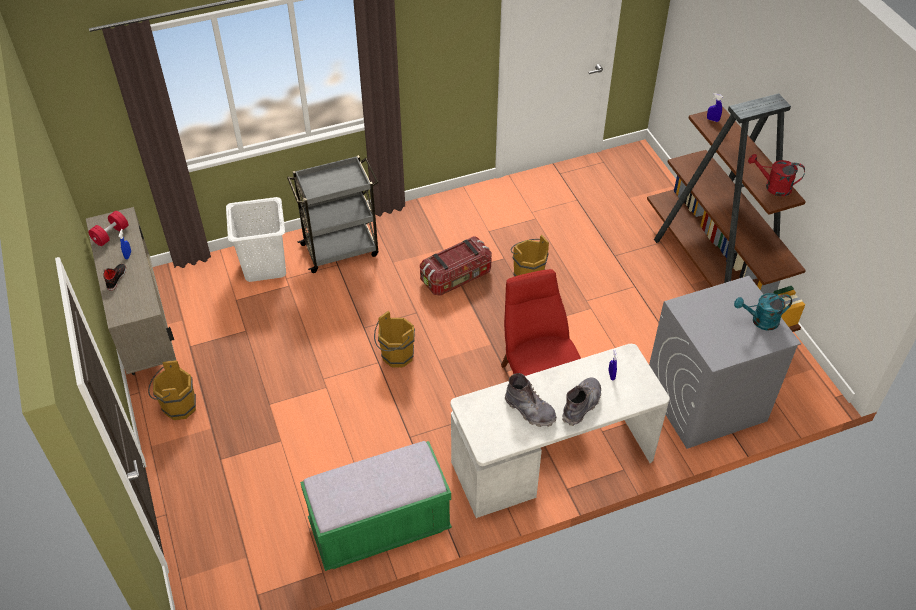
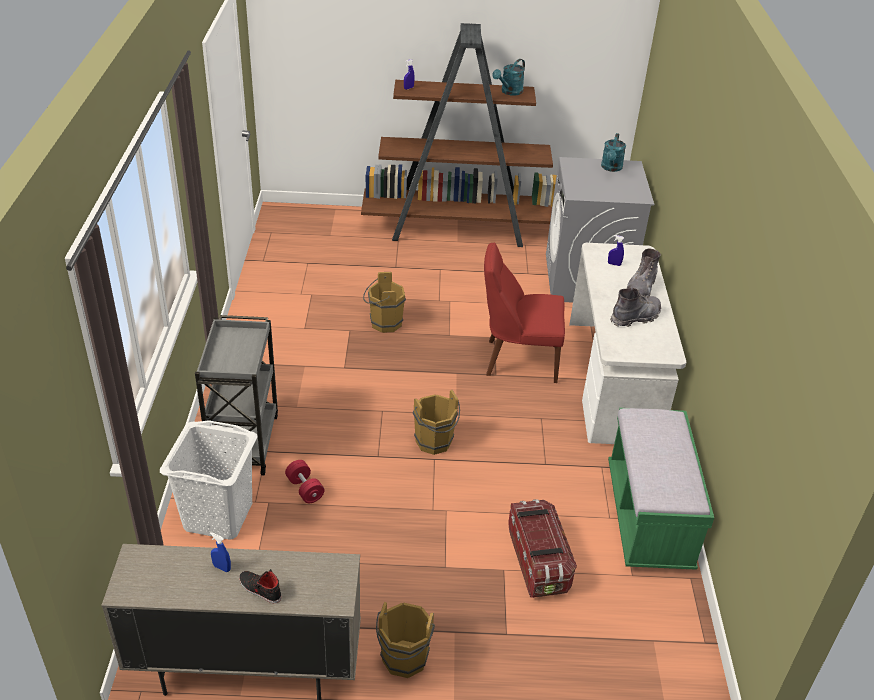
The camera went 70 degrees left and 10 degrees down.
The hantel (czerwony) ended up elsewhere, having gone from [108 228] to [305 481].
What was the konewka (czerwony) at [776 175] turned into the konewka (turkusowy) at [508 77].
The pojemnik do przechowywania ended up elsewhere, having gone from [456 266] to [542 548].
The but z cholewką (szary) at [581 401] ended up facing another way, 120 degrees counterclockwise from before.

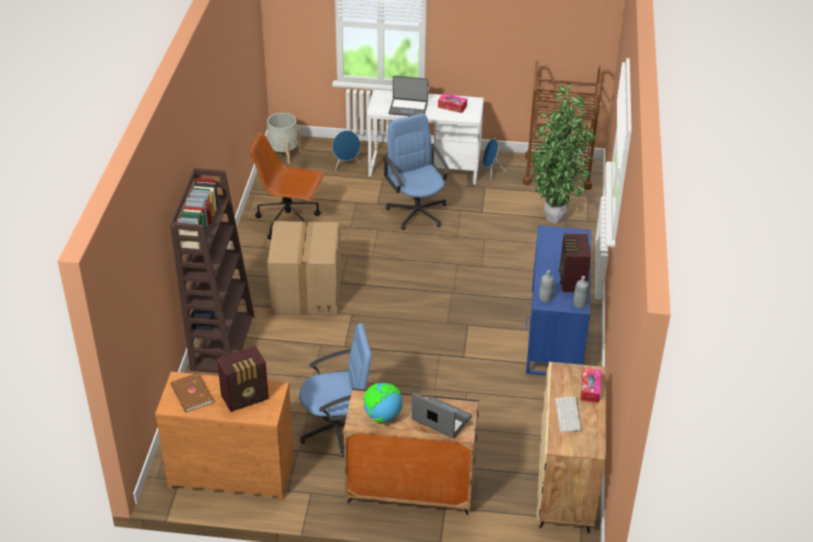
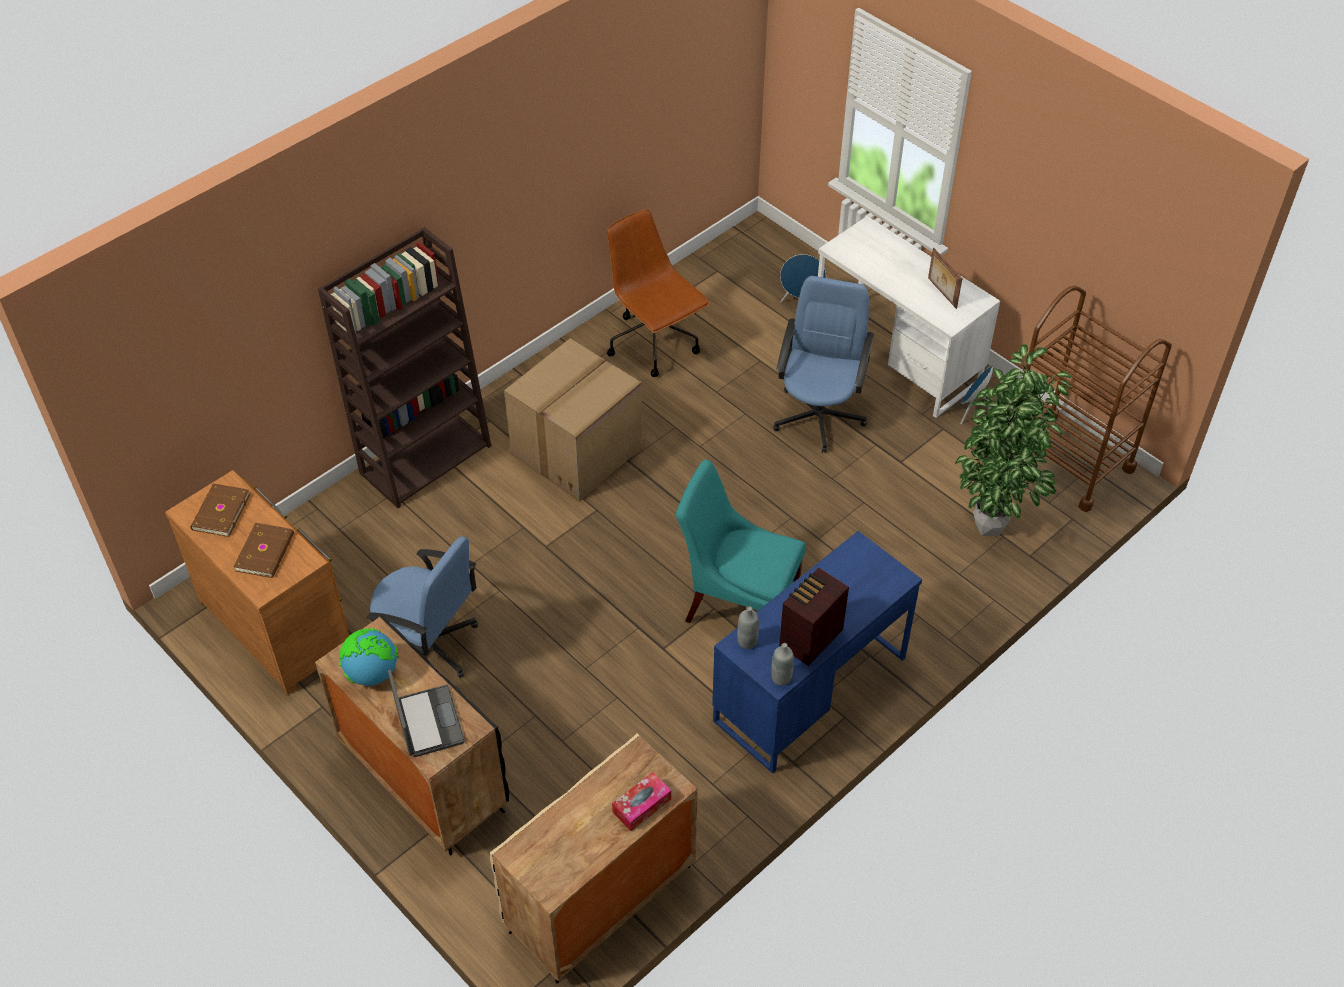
The camera went 40 degrees right and 10 degrees up.
Where the radio stood at [243 379], the książka (brązowy) came to stand at [264 550].
The second view gained the krzesło (turkusowy) at [741 541].
Where the pudełko chusteczek stood at [452 103], the ramka na zdjęcie came to stand at [945 278].
The second view lost the donica (szary) at [283 138].
The second view lost the laptop at [409 96].
The second view lost the klawiatura at [568 414].

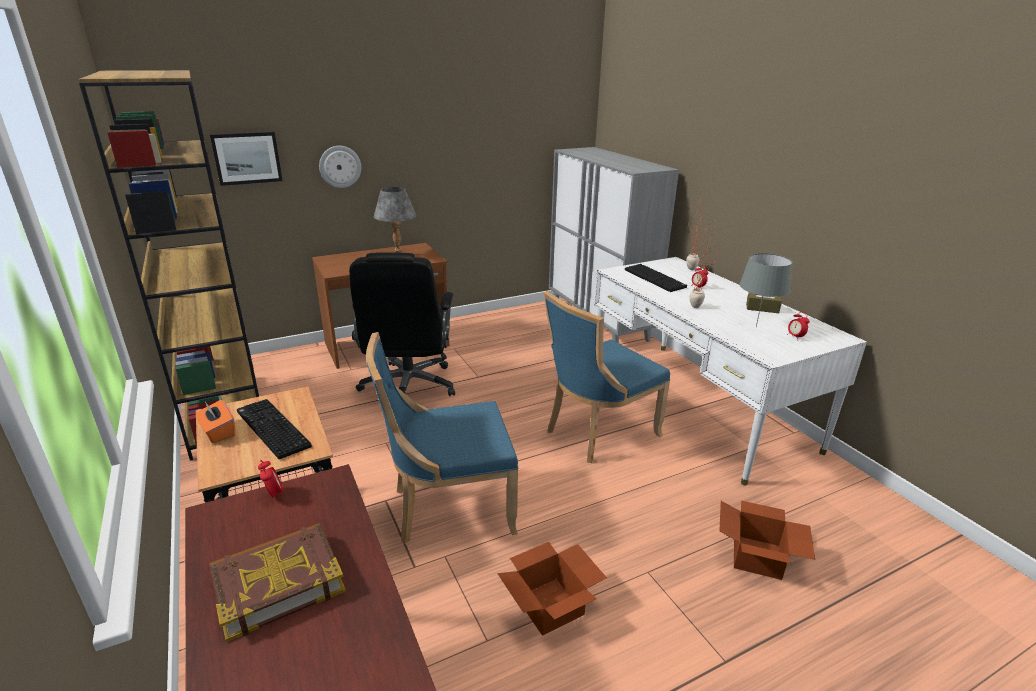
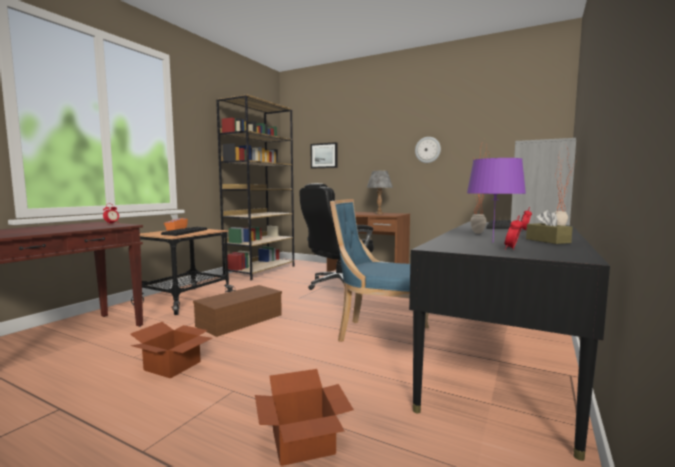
The camera went 55 degrees right and 20 degrees down.
Where the krzesło (niebieski) stood at [442 438], the pojemnik do przechowywania (brązowy) came to stand at [237 311].
What was the biurko (biały) at [730 371] turned into the biurko (czarny) at [509 341].
The zegar ścienny ended up elsewhere, having gone from [340 167] to [428 150].
What was the lampa stołowa (szary) at [765 290] turned into the lampa stołowa (fioletowy) at [496 199].
The second view lost the książka at [277 582].

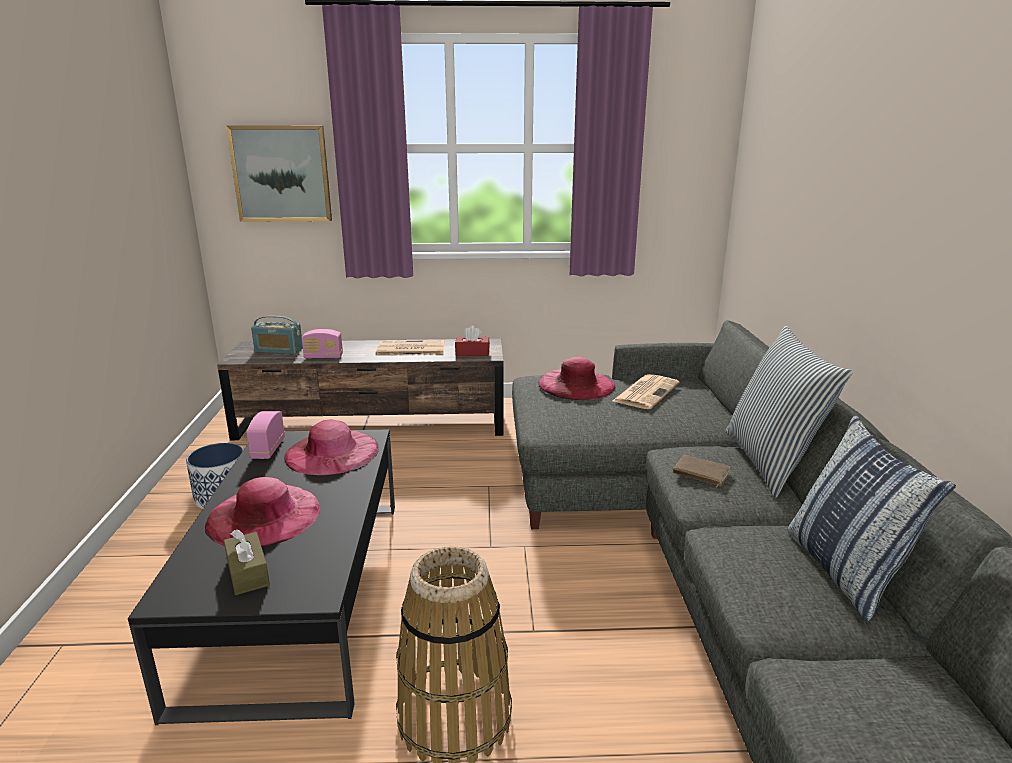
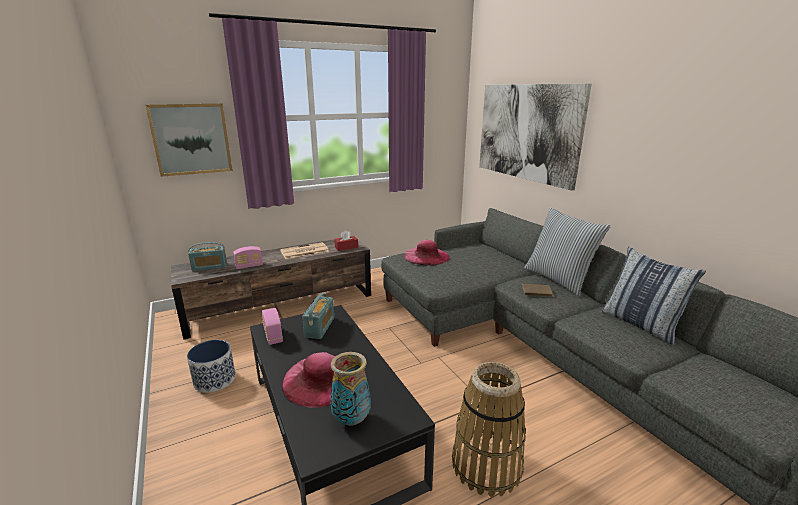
The camera went 25 degrees left and 0 degrees up.
Where the kapelusz (różowy) stood at [331 447], the radio came to stand at [318 316].
Where the pudełko chusteczek (brązowy) stood at [247 562], the wazon came to stand at [350 389].
The second view gained the obraz at [535 137].
The second view lost the gazeta at [646 391].

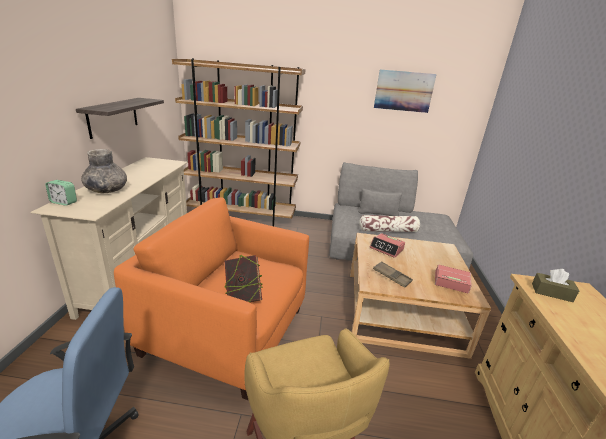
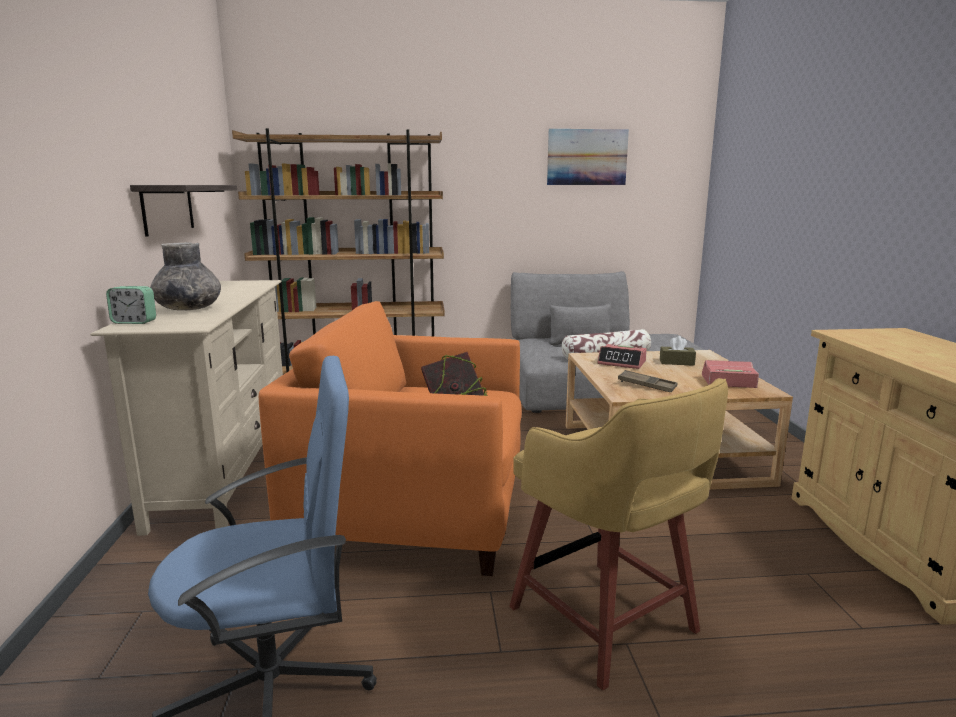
The camera went 10 degrees left and 10 degrees down.
The pudełko chusteczek (brązowy) ended up elsewhere, having gone from [555 285] to [678 351].

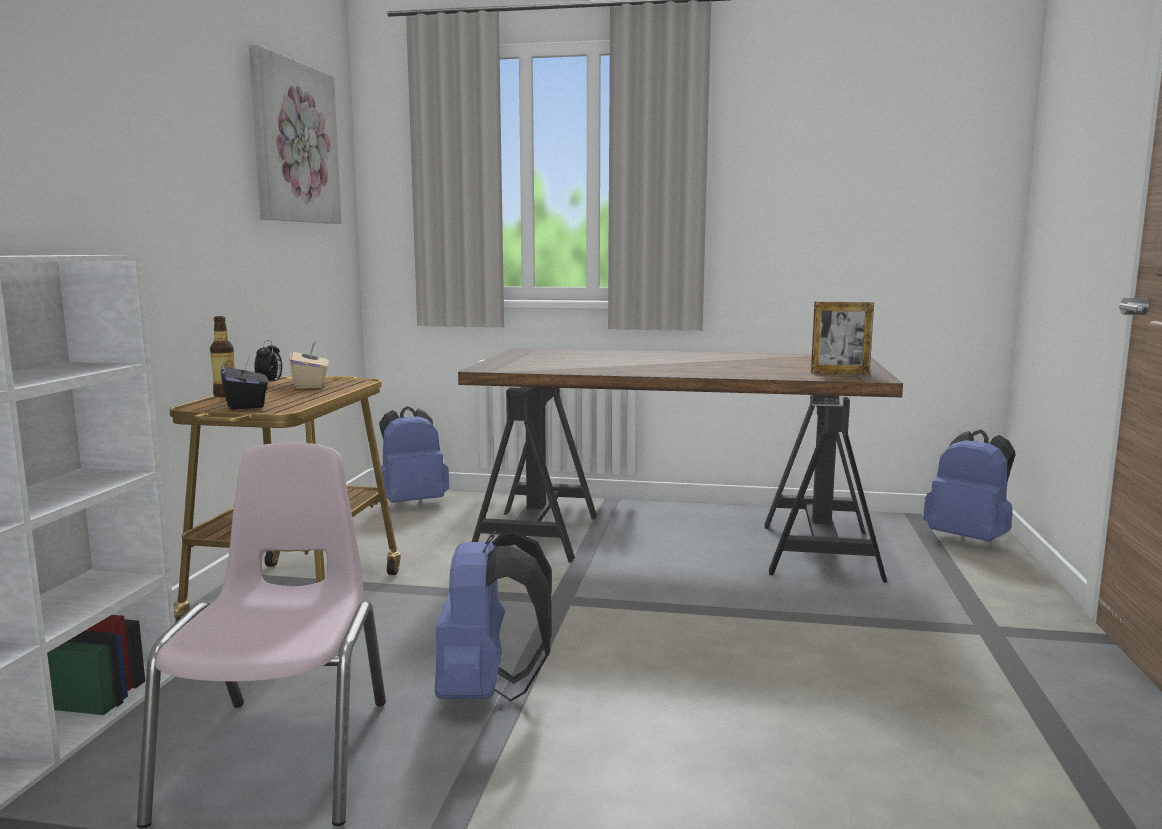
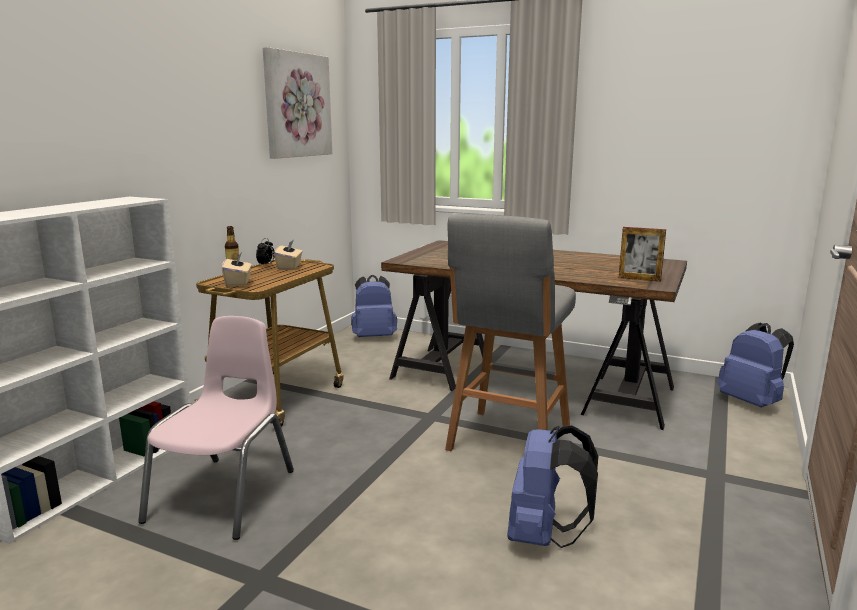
The camera went 15 degrees right and 5 degrees up.
What was the pudełko chusteczek (czarny) at [244 382] turned into the pudełko chusteczek (beżowy) at [237 269].
The second view gained the stołek (szary) at [510 332].
The plecak (niebieski) ended up elsewhere, having gone from [493 616] to [553 486].

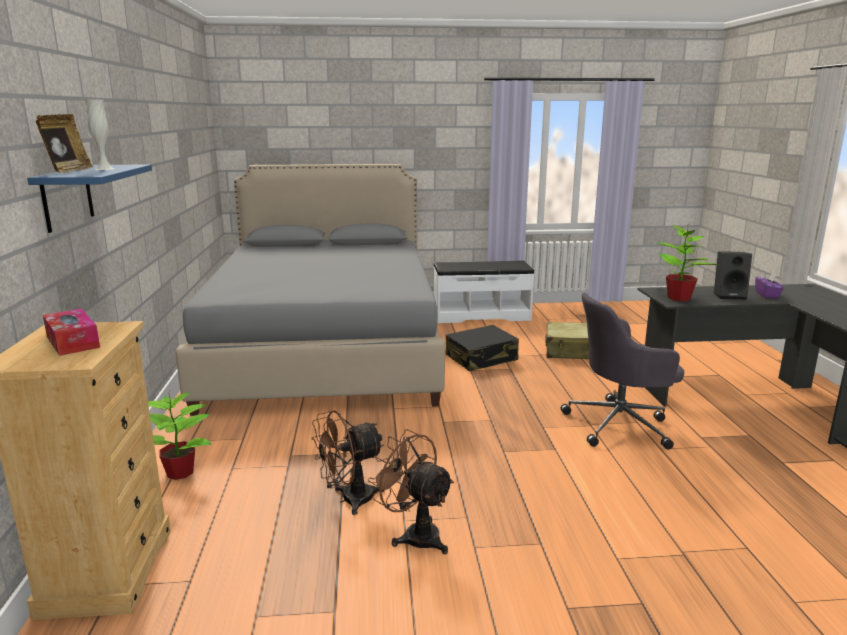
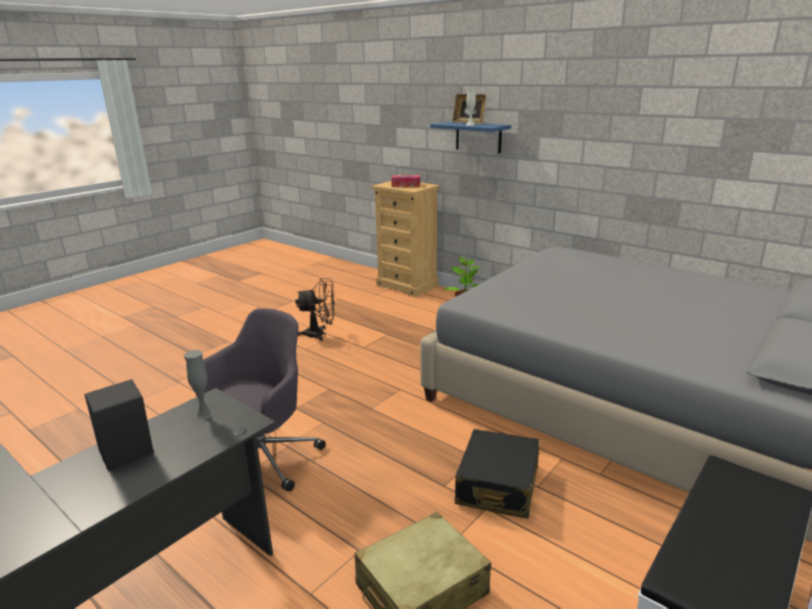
The camera went 135 degrees right and 5 degrees up.
Where the roślina doniczkowa stood at [687 262], the wazon (szary) came to stand at [199 385].
The second view lost the wentylator (brązowy) at [348 462].
The second view lost the pudełko chusteczek (fioletowy) at [769 285].

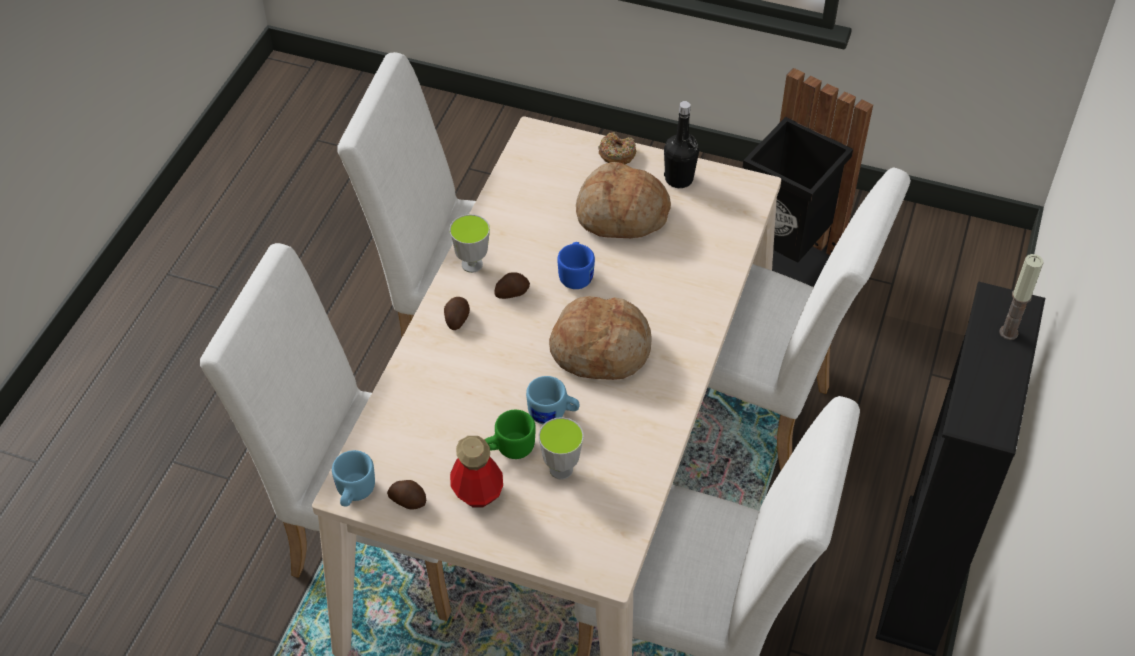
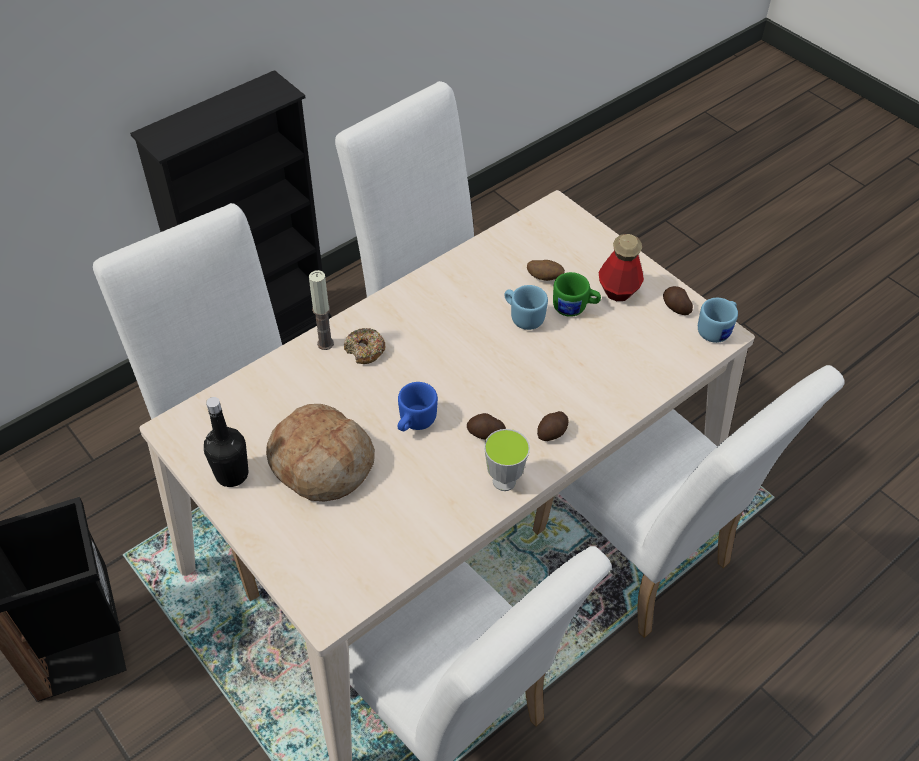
The camera went 150 degrees left and 0 degrees up.
The świeca ended up elsewhere, having gone from [1021 297] to [321 310].
The donut ended up elsewhere, having gone from [617 148] to [365 346].
Where the filiżanka stood at [561 448], the ziemniak came to stand at [546 270].
The second view lost the chleb at [600 338].

